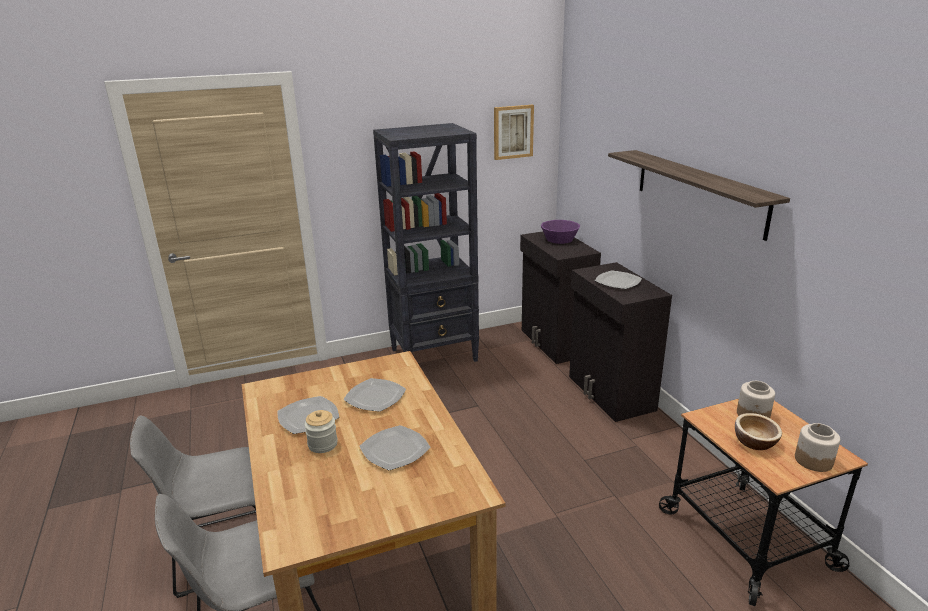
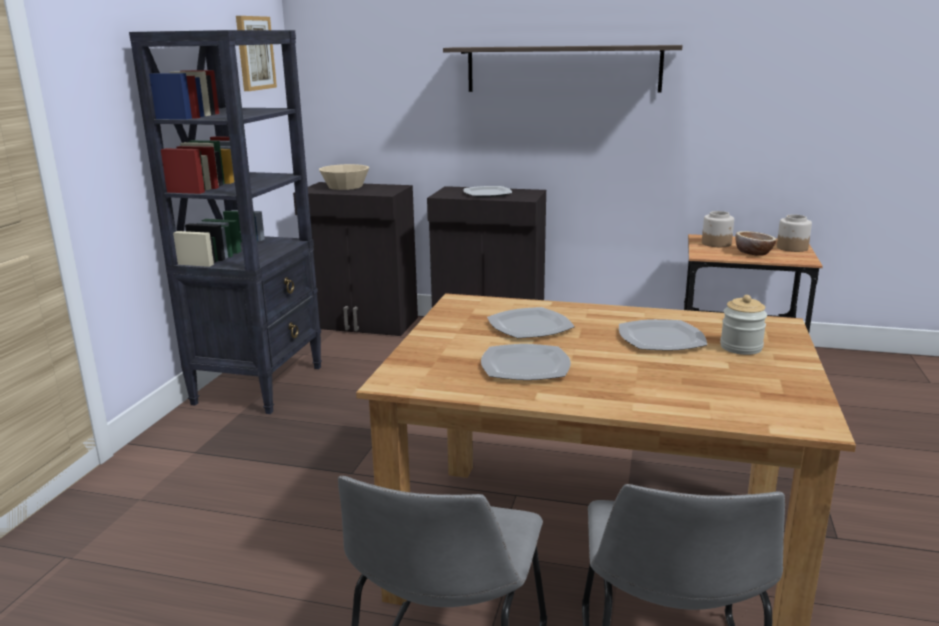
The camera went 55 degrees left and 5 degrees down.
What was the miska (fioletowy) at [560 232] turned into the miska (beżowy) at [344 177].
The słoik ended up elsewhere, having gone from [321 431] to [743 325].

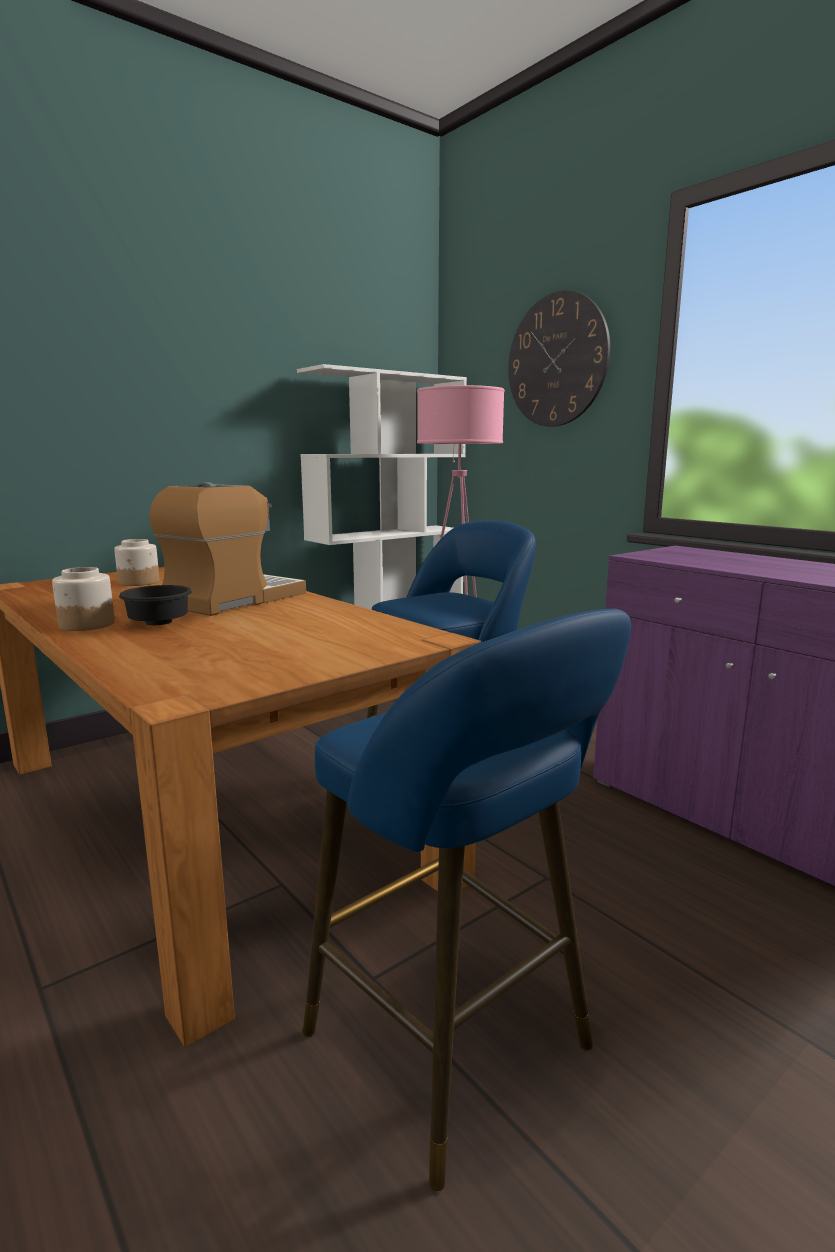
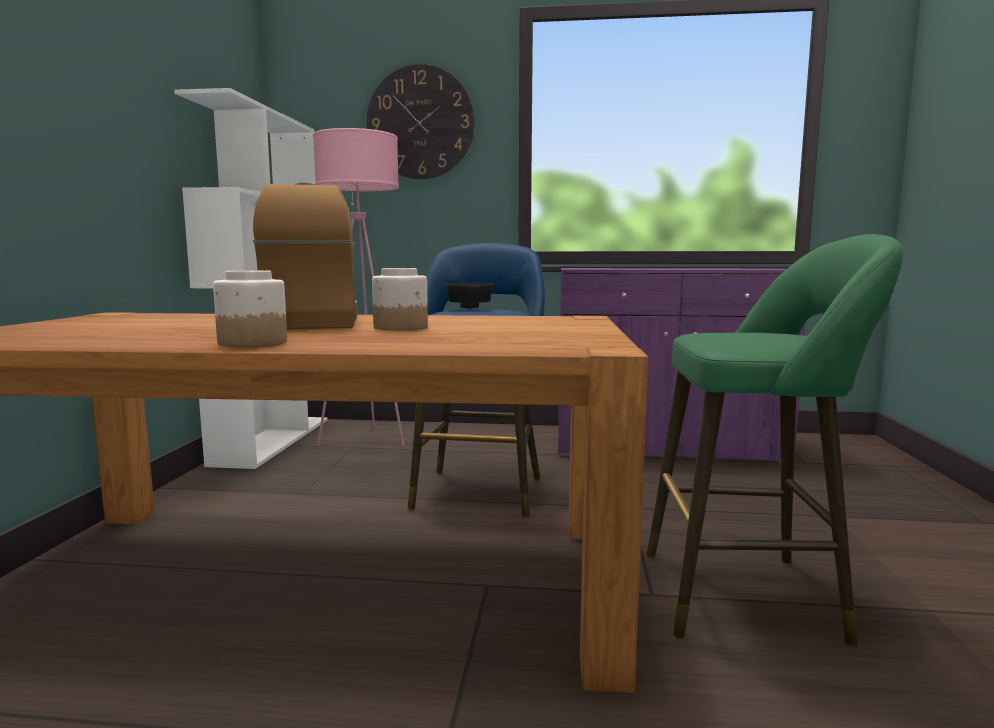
The camera went 45 degrees left and 5 degrees down.
The słoik ended up elsewhere, having gone from [137 562] to [400 299].
The miska (czarny) ended up elsewhere, having gone from [155 605] to [469 296].
What was the stołek (niebieski) at [466 899] turned into the stołek (zielony) at [774 440].

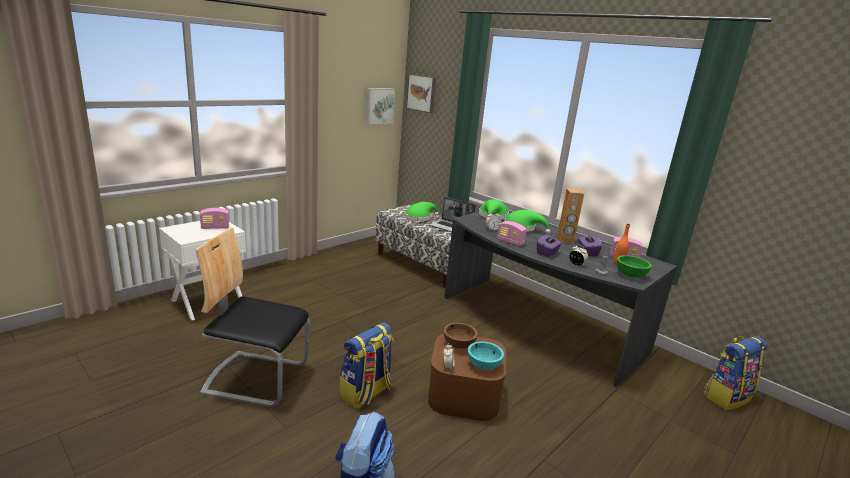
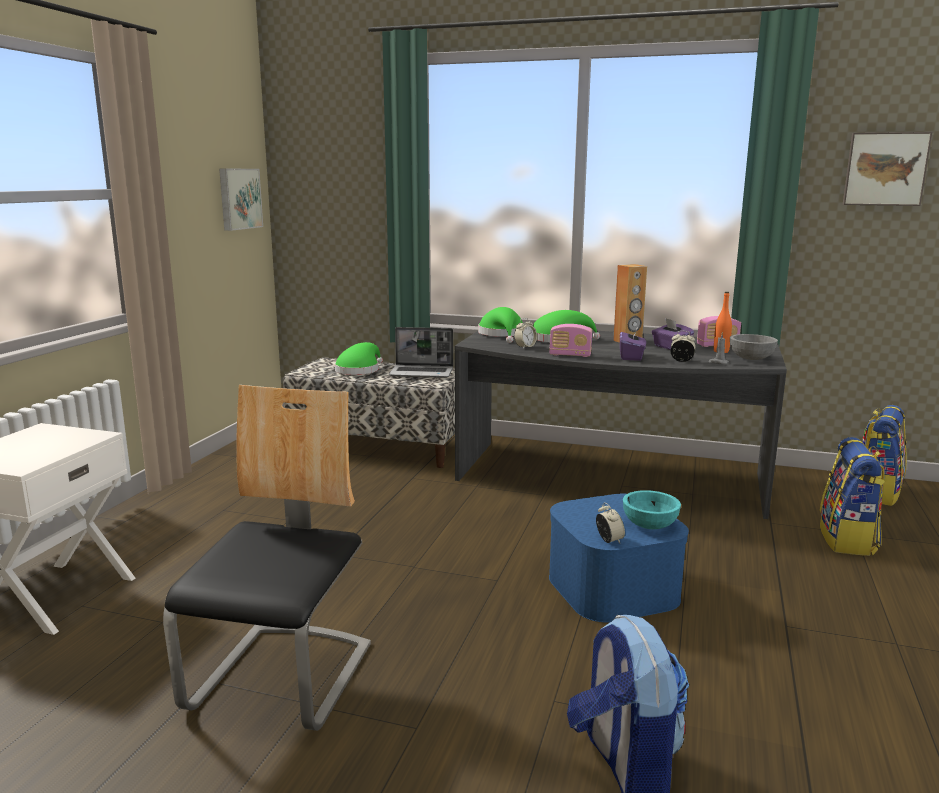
The camera went 25 degrees left and 5 degrees down.
The krzesło at [252 317] ended up facing another way, 120 degrees clockwise from before.
What was the pojemnik do przechowywania (brązowy) at [467 377] turned into the pojemnik do przechowywania (niebieski) at [619 558].
What was the miska (zielony) at [634 266] turned into the miska (szary) at [754 347].
The plecak ended up elsewhere, having gone from [366 365] to [852 496].
The obraz ended up elsewhere, having gone from [421 93] to [887 169].
The second view lost the radio at [214 218].
The second view lost the miska (brązowy) at [461 336].

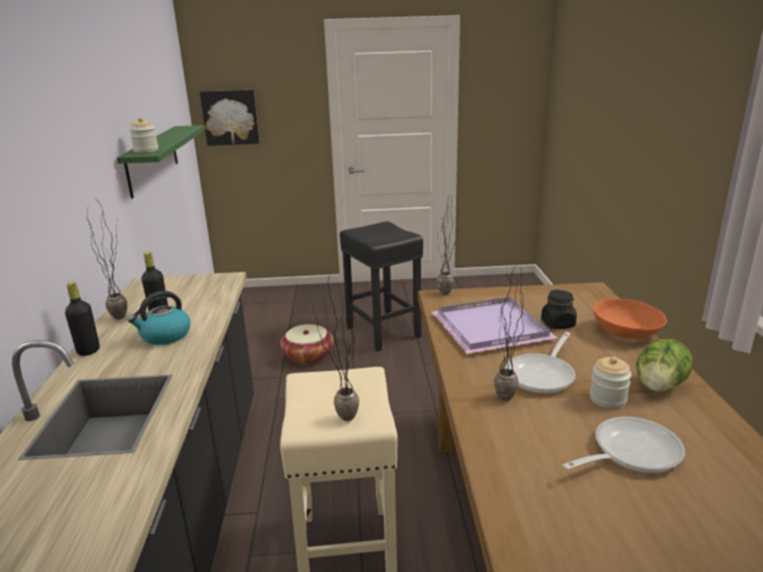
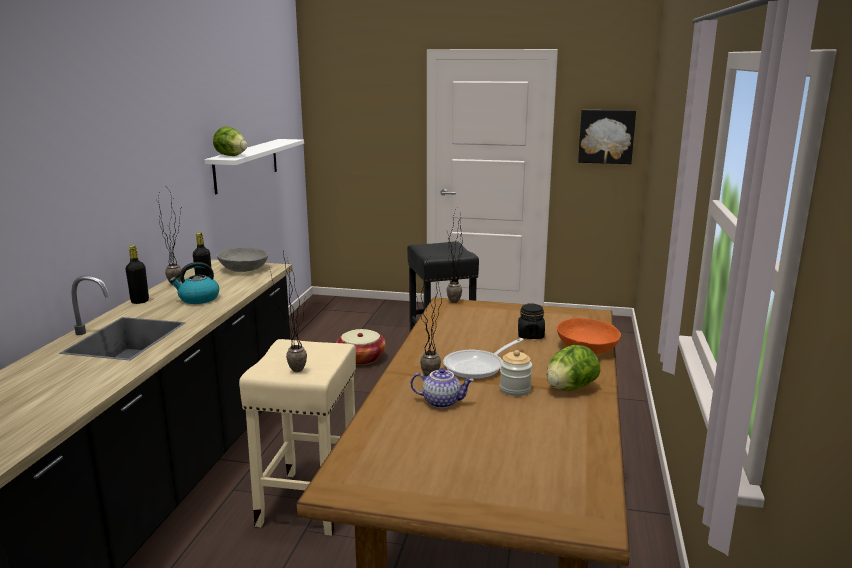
The camera went 15 degrees right and 5 degrees down.
What was the półka (zielony) at [161 162] turned into the półka (biały) at [254 167].
Where the słoik stood at [143 135], the sałata came to stand at [230 141].
The second view gained the miska (szary) at [242 259].
The second view gained the imbryk at [442 388].
The obraz ended up elsewhere, having gone from [230 118] to [607 137].
The second view lost the taca (fioletowy) at [494 325].
The second view lost the patelnia at [623 445].

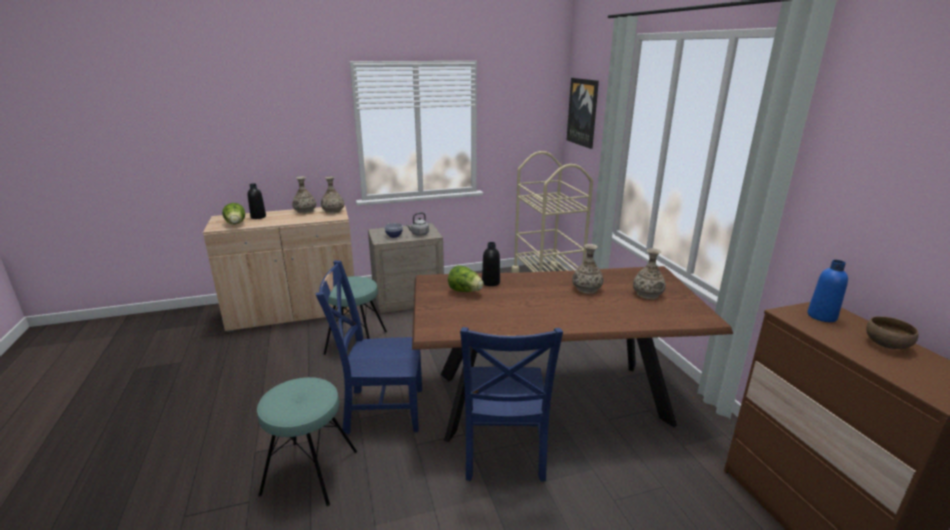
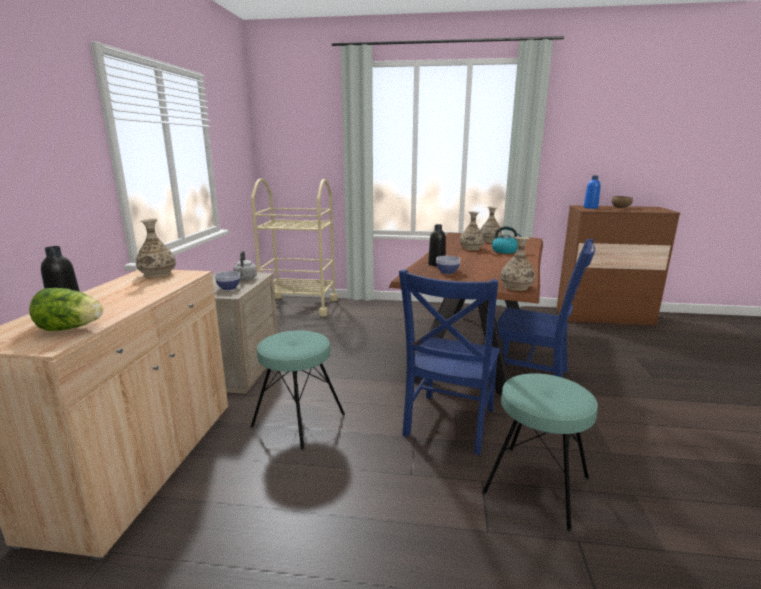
The camera went 65 degrees left and 5 degrees down.
Where the sałata stood at [466 278], the miska came to stand at [448 265].
The second view gained the czajnik at [507 240].
The wazon ended up elsewhere, having gone from [304 195] to [518 264].
The second view lost the obraz at [583 113].

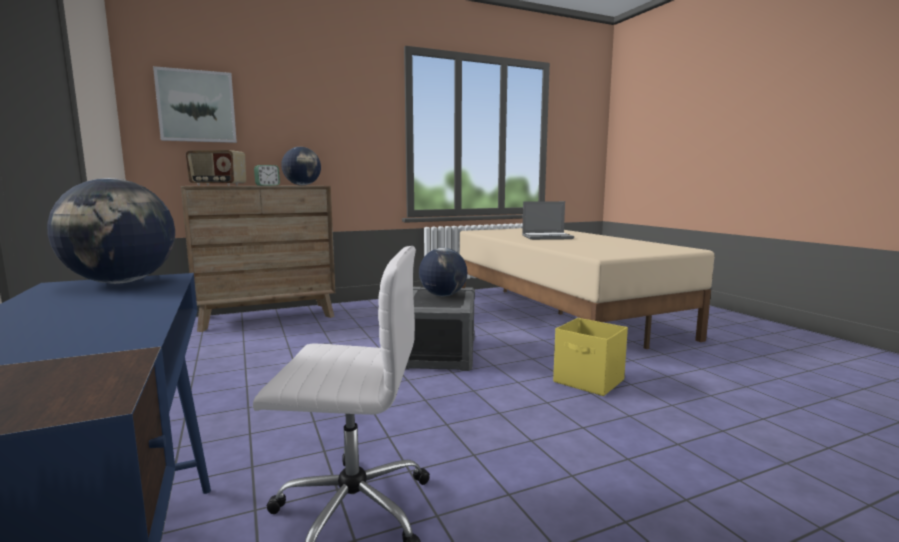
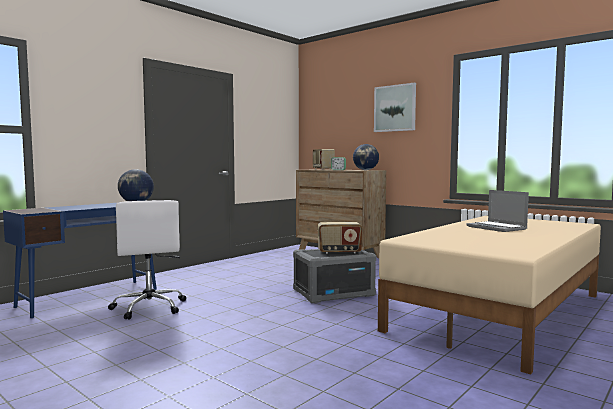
The camera went 65 degrees right and 5 degrees down.
Where the globus stood at [443 272], the radio came to stand at [340 238].
The obraz ended up elsewhere, having gone from [195 104] to [395 107].
The second view lost the pojemnik do przechowywania (żółty) at [590 357].

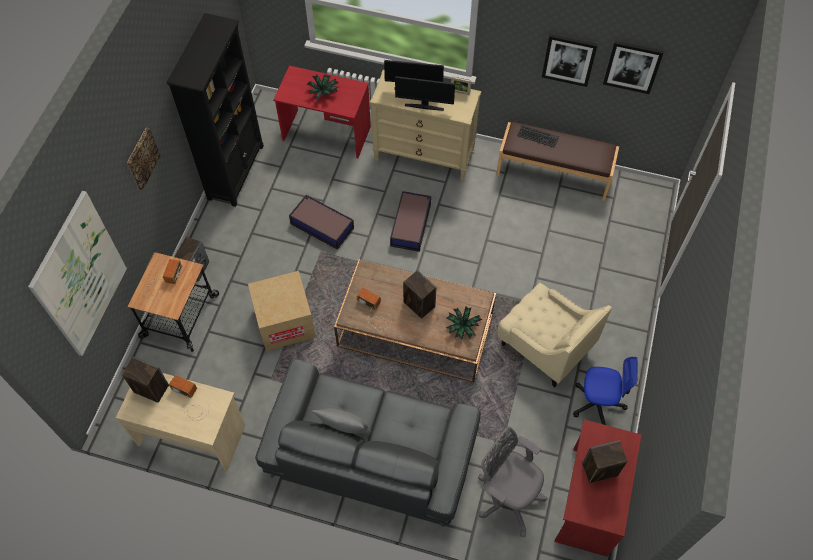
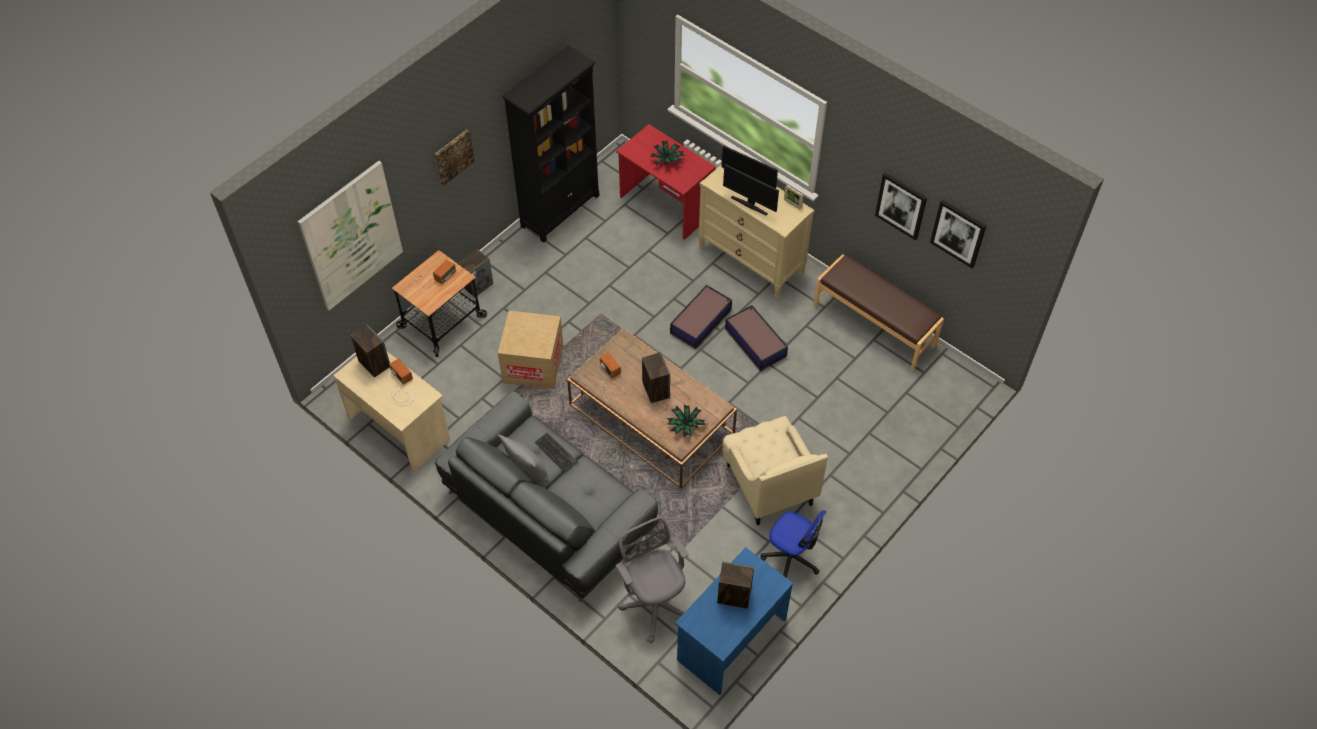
The camera went 25 degrees right and 5 degrees down.
The klawiatura ended up elsewhere, having gone from [538 136] to [556 452].
What was the biurko (czerwony) at [598 488] turned into the biurko (niebieski) at [734 621].
The pojemnik do przechowywania ended up elsewhere, having gone from [321 222] to [756 338].

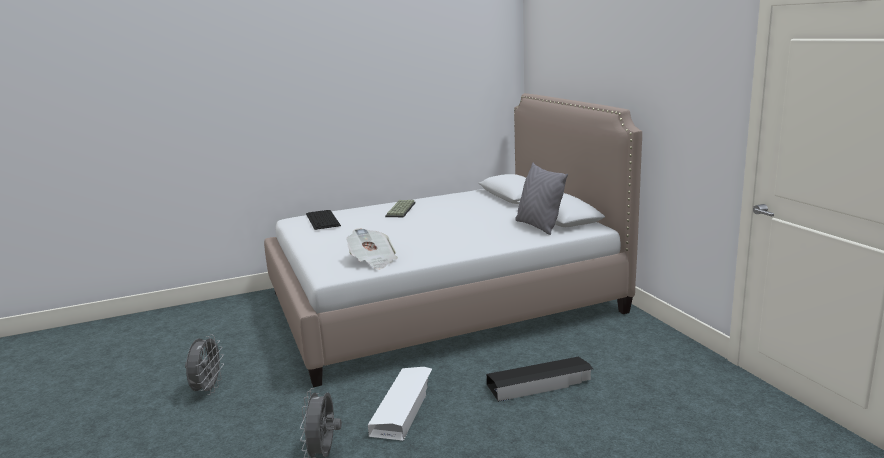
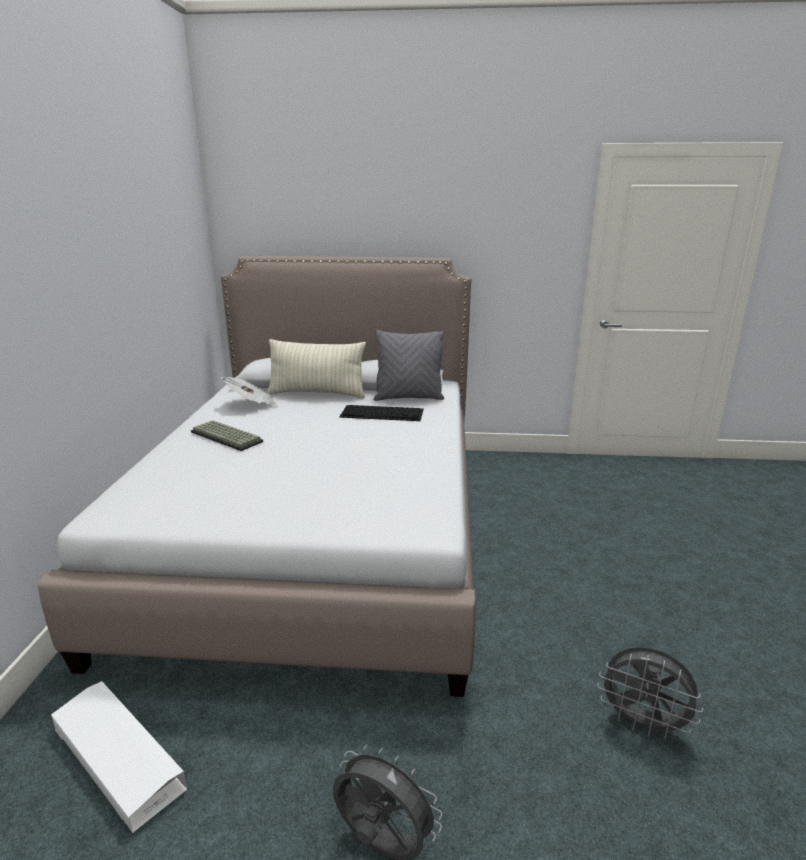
The camera went 65 degrees left and 5 degrees up.
The pojemnik do przechowywania (biały) ended up elsewhere, having gone from [400 404] to [119 757].
The gazeta ended up elsewhere, having gone from [372 248] to [249 391].
The second view gained the poduszka (beżowy) at [316 368].
The klawiatura ended up elsewhere, having gone from [323 220] to [381 413].
The second view lost the pojemnik do przechowywania (czarny) at [540 379].

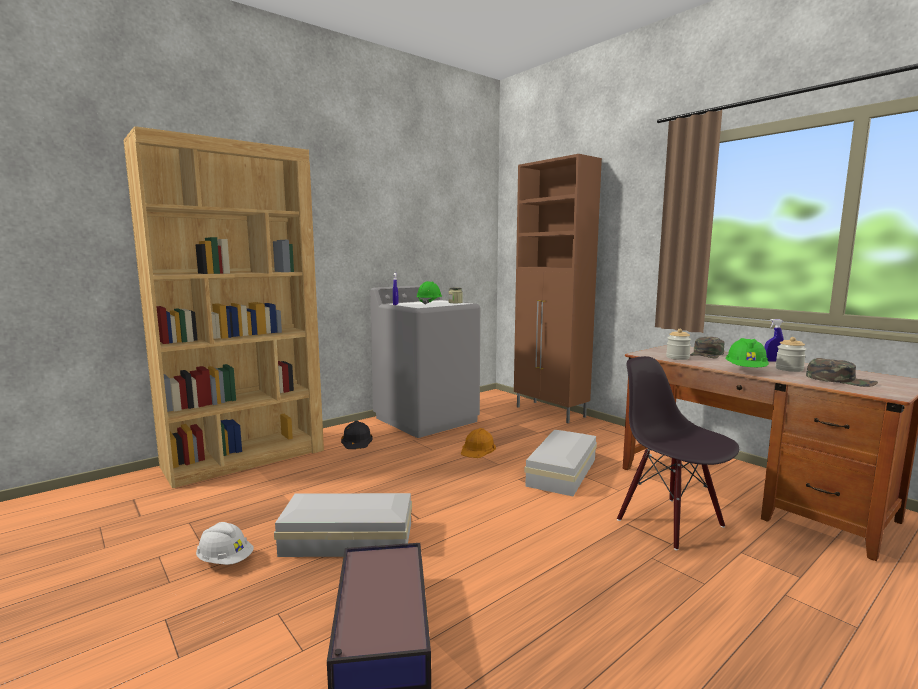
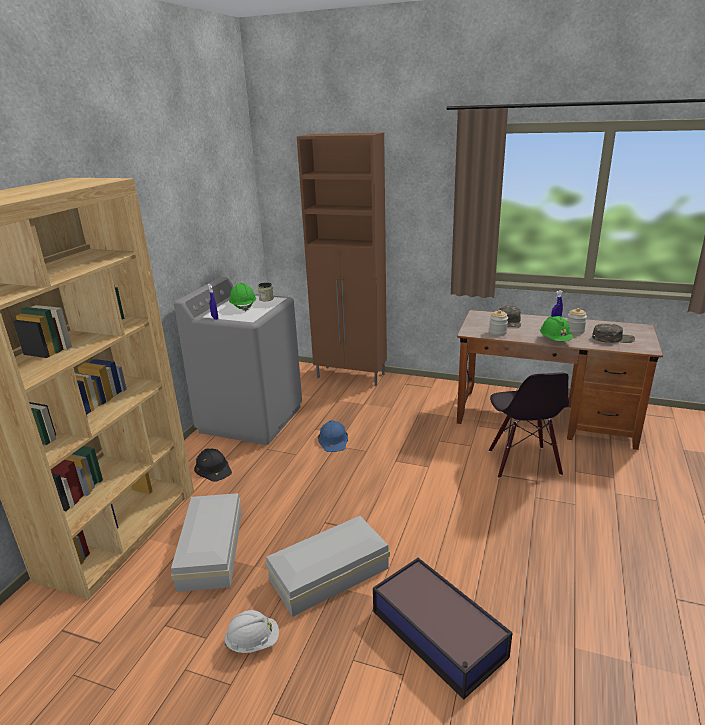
The camera went 30 degrees left and 15 degrees up.
The pojemnik do przechowywania (biały) ended up elsewhere, having gone from [560 463] to [206 542].
What was the kask (pomarańczowy) at [478 443] turned into the kask (niebieski) at [333 436].
The krzesło (czarny) at [678 453] ended up facing another way, 120 degrees counterclockwise from before.

